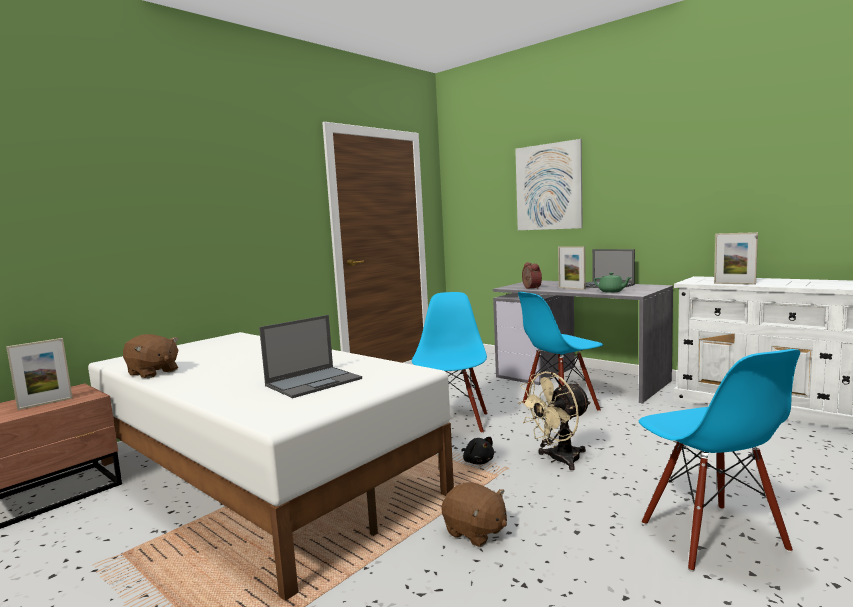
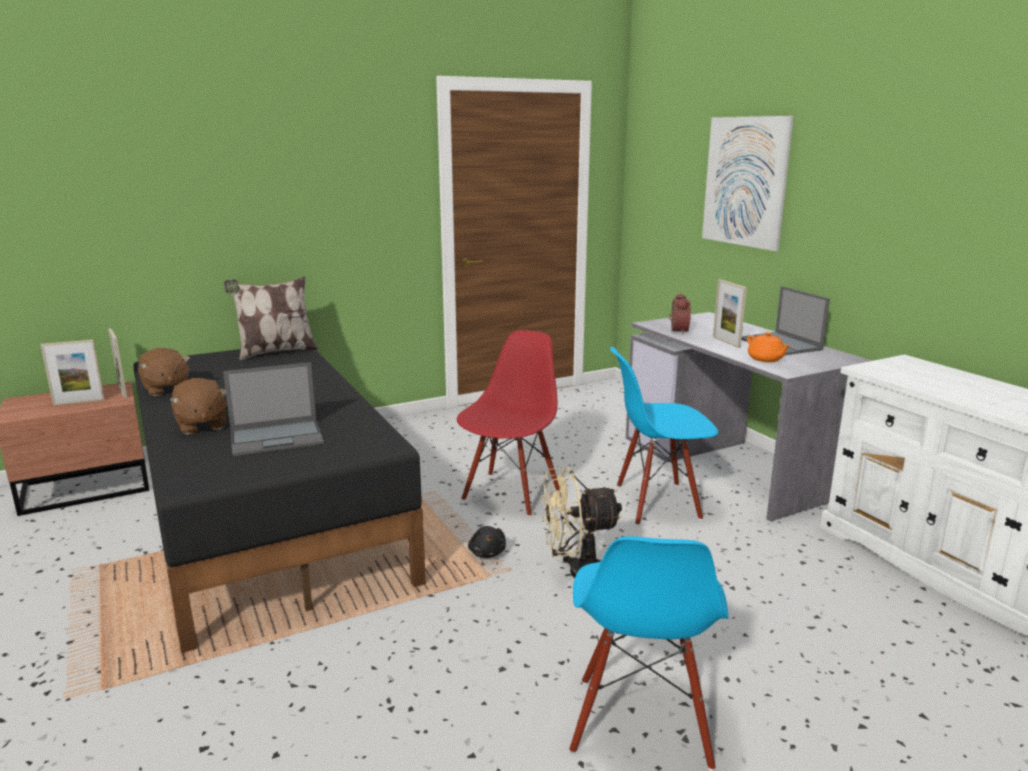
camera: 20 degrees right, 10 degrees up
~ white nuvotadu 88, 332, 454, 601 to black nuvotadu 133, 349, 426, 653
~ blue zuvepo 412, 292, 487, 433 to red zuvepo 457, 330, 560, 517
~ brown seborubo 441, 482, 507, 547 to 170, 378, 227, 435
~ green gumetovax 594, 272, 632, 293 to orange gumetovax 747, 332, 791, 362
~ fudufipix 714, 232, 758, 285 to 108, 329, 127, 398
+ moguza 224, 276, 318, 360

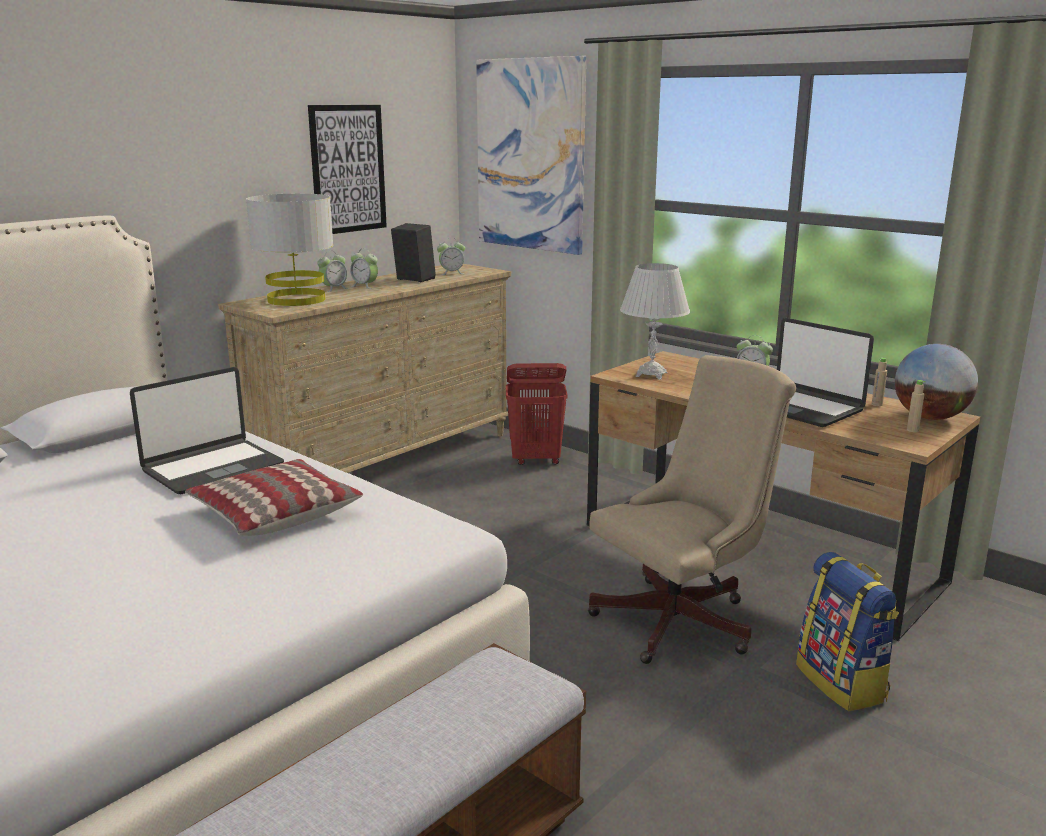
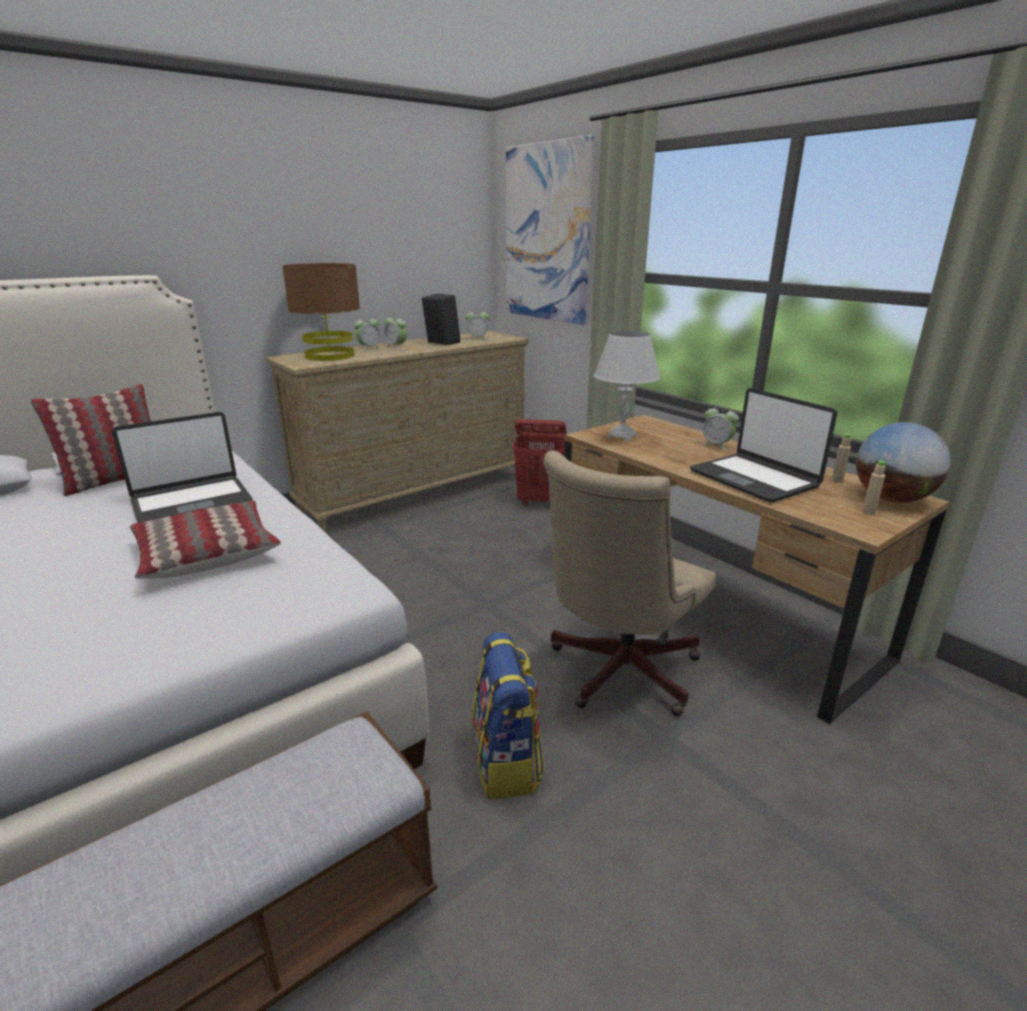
camera: 10 degrees right, 5 degrees up
~ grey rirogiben 246, 194, 333, 306 to brown rirogiben 282, 263, 360, 361
- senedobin 308, 105, 387, 234
~ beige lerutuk 588, 355, 796, 664 = 543, 450, 716, 716 150 degrees clockwise
~ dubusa 796, 552, 899, 711 to 472, 632, 544, 799
+ moguza 31, 384, 151, 496

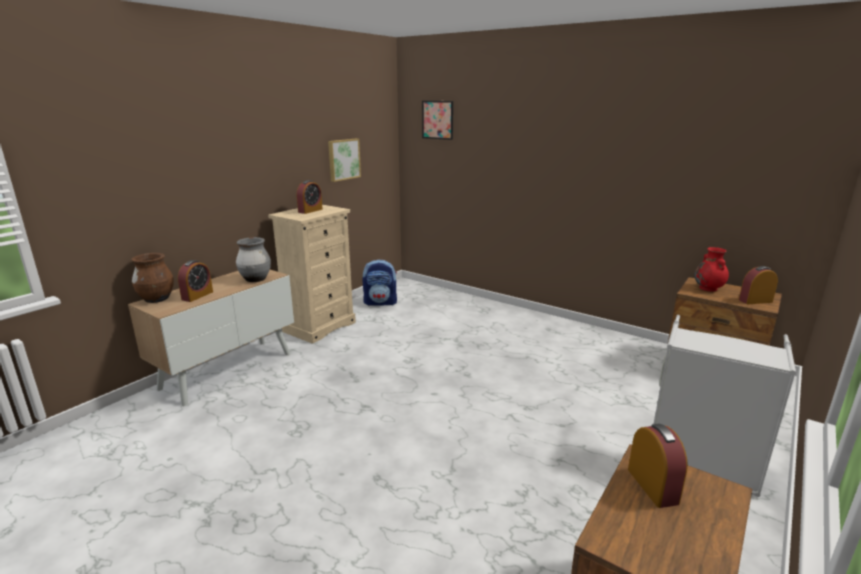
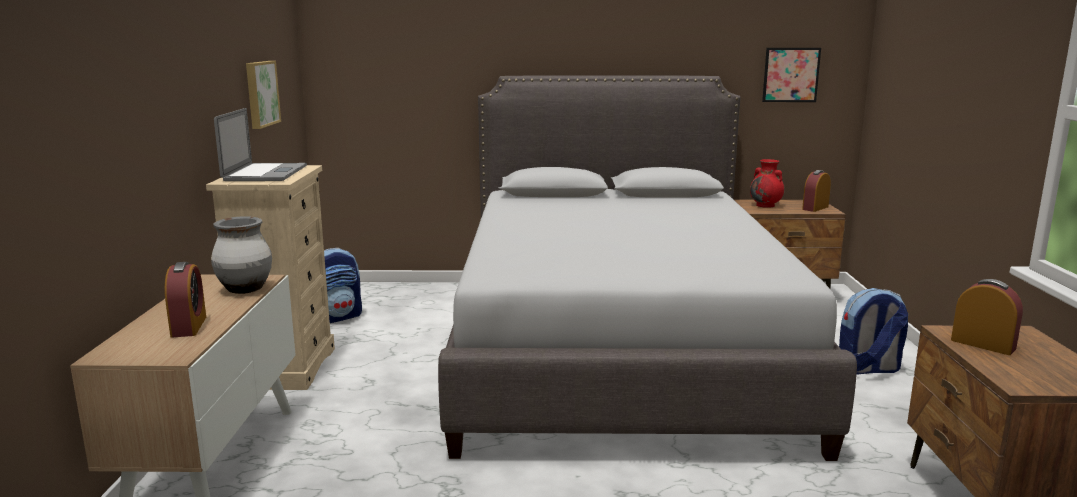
camera: 35 degrees left, 5 degrees down
- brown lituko 132, 253, 174, 303
~ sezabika 297, 180, 323, 214 to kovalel 214, 108, 307, 181
~ senedobin 422, 101, 453, 140 to 762, 48, 821, 102
~ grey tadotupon 654, 315, 796, 497 to dubusa 839, 288, 908, 375
+ grey nuvotadu 438, 75, 857, 461

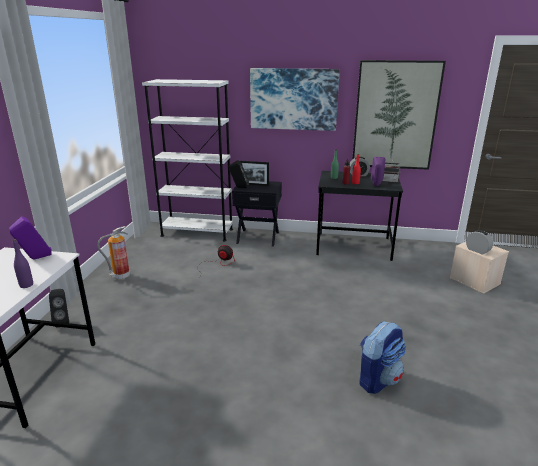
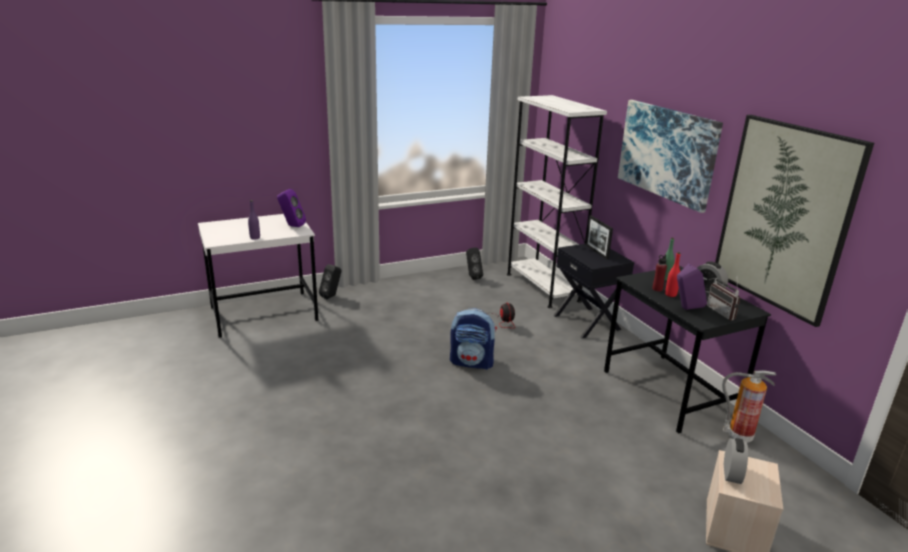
camera: 55 degrees right, 0 degrees up
~ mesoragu 97, 226, 130, 280 to 722, 370, 776, 443
~ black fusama 229, 160, 249, 188 to 466, 248, 483, 280
~ dubusa 359, 322, 406, 394 to 450, 308, 497, 370

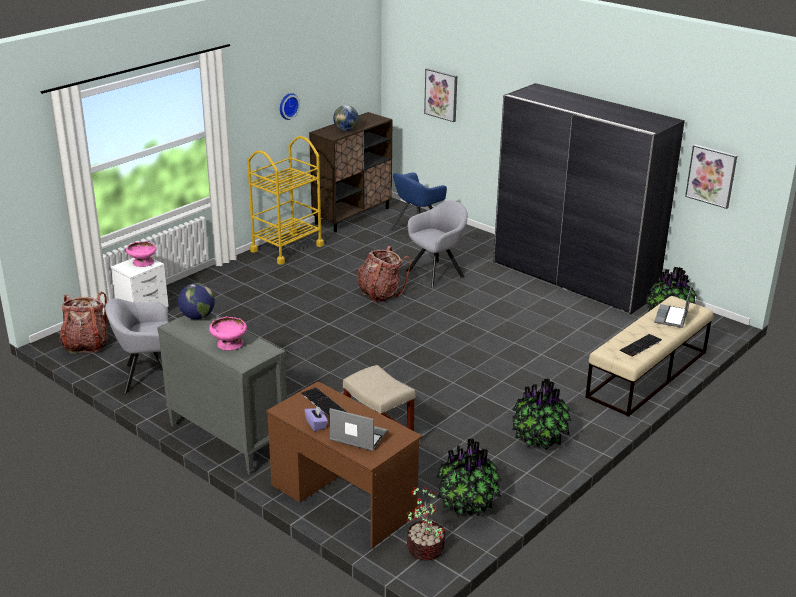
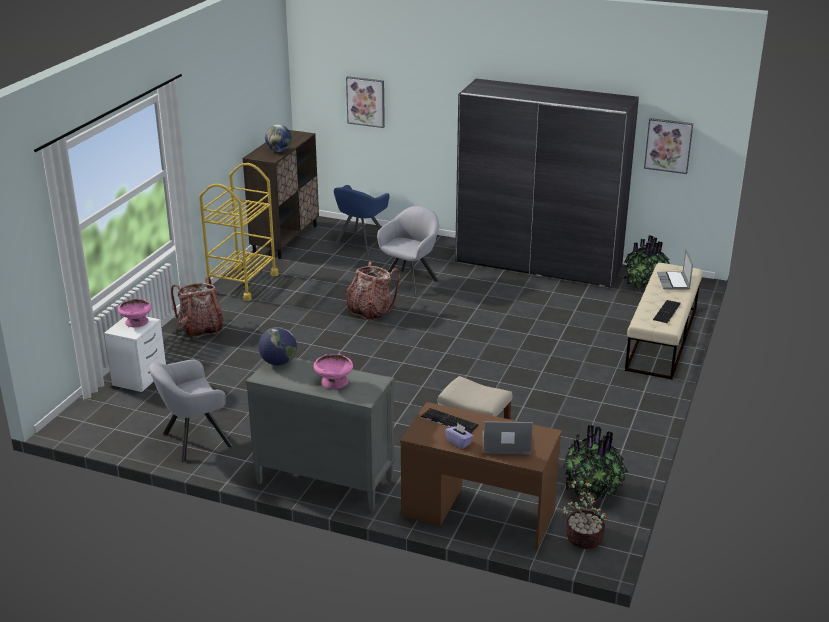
camera: 20 degrees left, 0 degrees up
~ dubusa 60, 292, 108, 354 to 171, 276, 224, 339
- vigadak 280, 93, 300, 120
- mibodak 512, 379, 571, 450

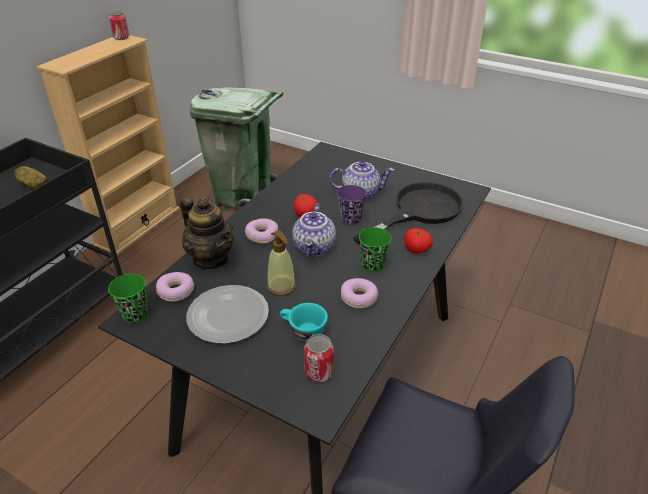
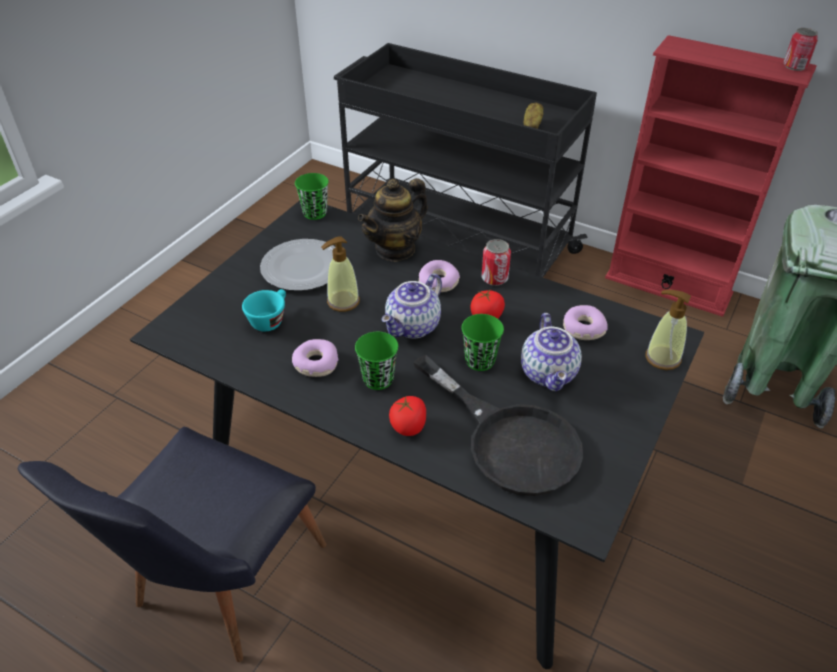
camera: 90 degrees right, 5 degrees up
~ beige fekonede 37, 35, 180, 255 to red fekonede 605, 35, 817, 317
~ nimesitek 156, 272, 194, 302 to 563, 305, 608, 340
~ gumetovax 292, 204, 336, 258 = 381, 273, 442, 339 60 degrees counterclockwise
~ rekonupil 304, 334, 334, 382 to 481, 239, 511, 286
~ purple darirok 337, 185, 366, 225 to green darirok 461, 314, 504, 371
+ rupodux 645, 290, 691, 370

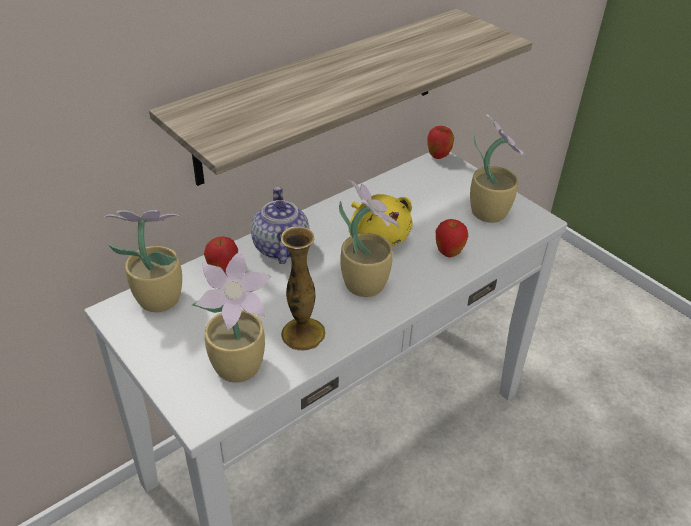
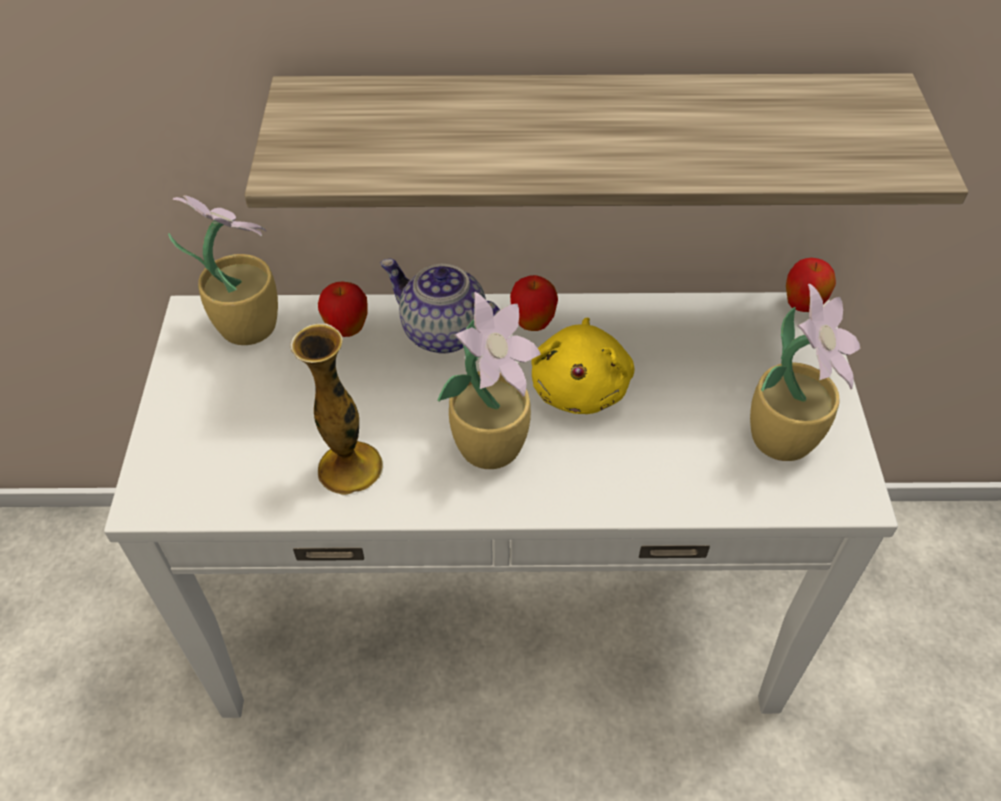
camera: 40 degrees right, 10 degrees up
- mibodak 192, 250, 272, 383
~ gumetovax 251, 187, 309, 264 = 380, 259, 500, 354 90 degrees counterclockwise
~ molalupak 436, 219, 468, 257 to 510, 275, 558, 331

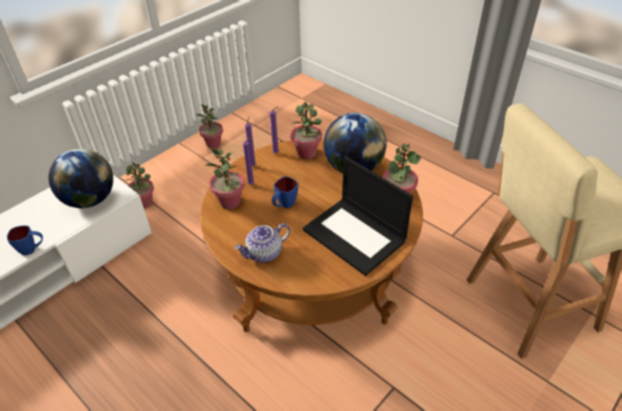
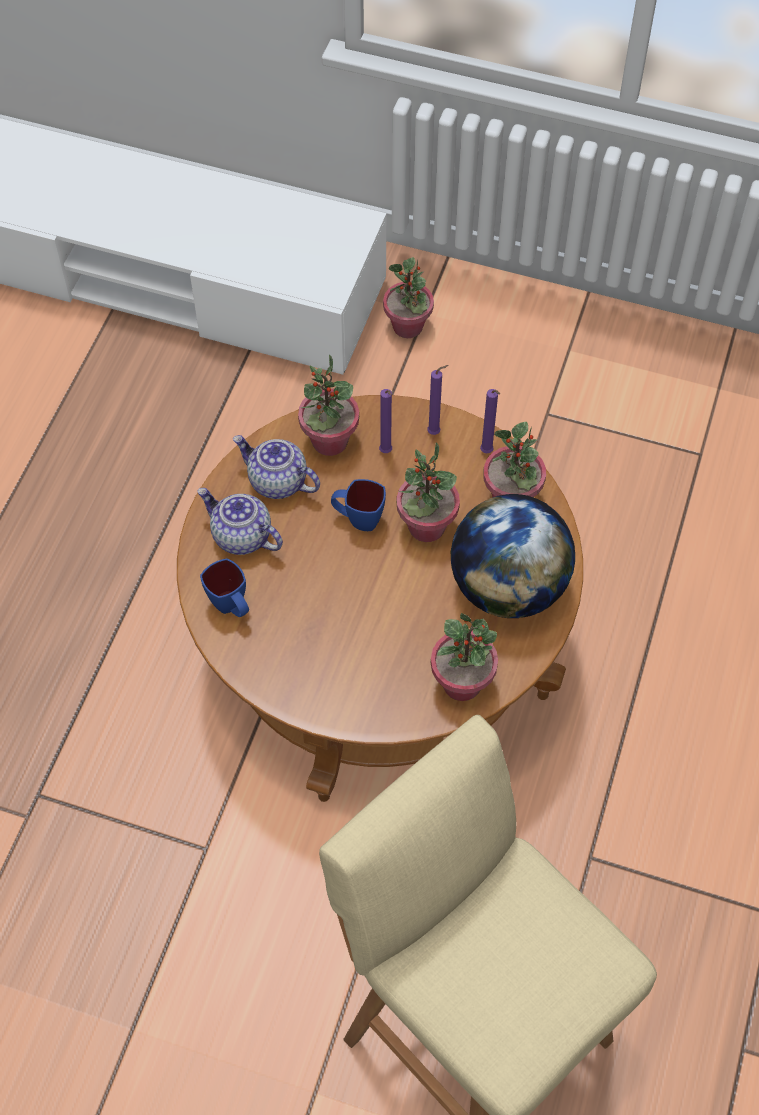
camera: 65 degrees right, 15 degrees up
~ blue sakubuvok 7, 225, 43, 255 to 200, 559, 249, 617
- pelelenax 49, 149, 113, 208
~ mibodak 196, 104, 223, 148 to 397, 443, 460, 542
- kovalel 303, 156, 413, 276
+ gumetovax 233, 435, 320, 499

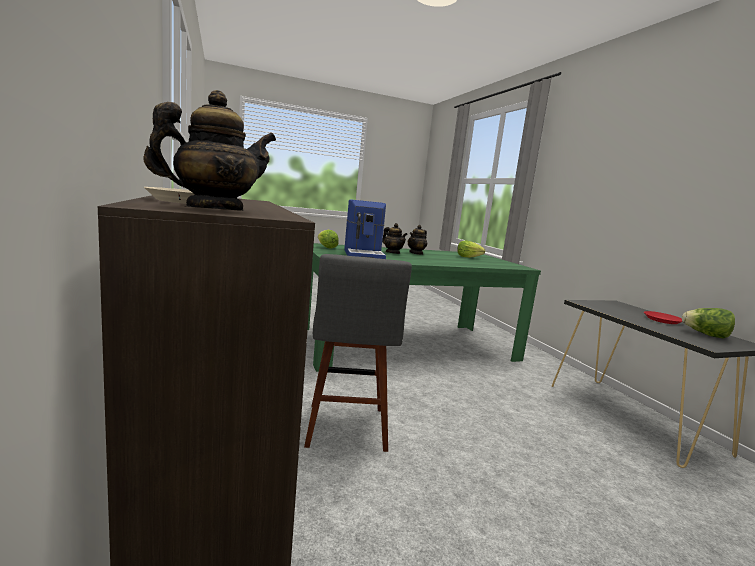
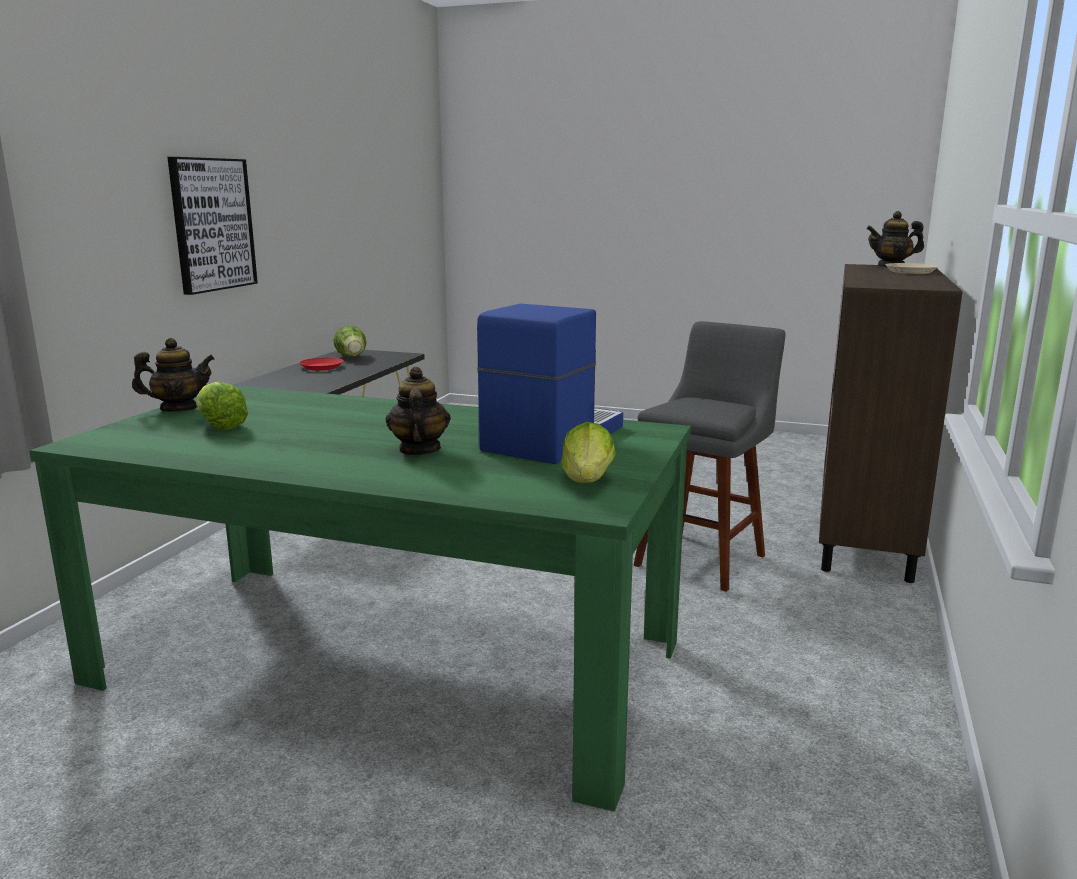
camera: 140 degrees left, 5 degrees up
~ gumetovax 408, 225, 427, 255 to 132, 338, 215, 412
+ senedobin 167, 157, 258, 295

